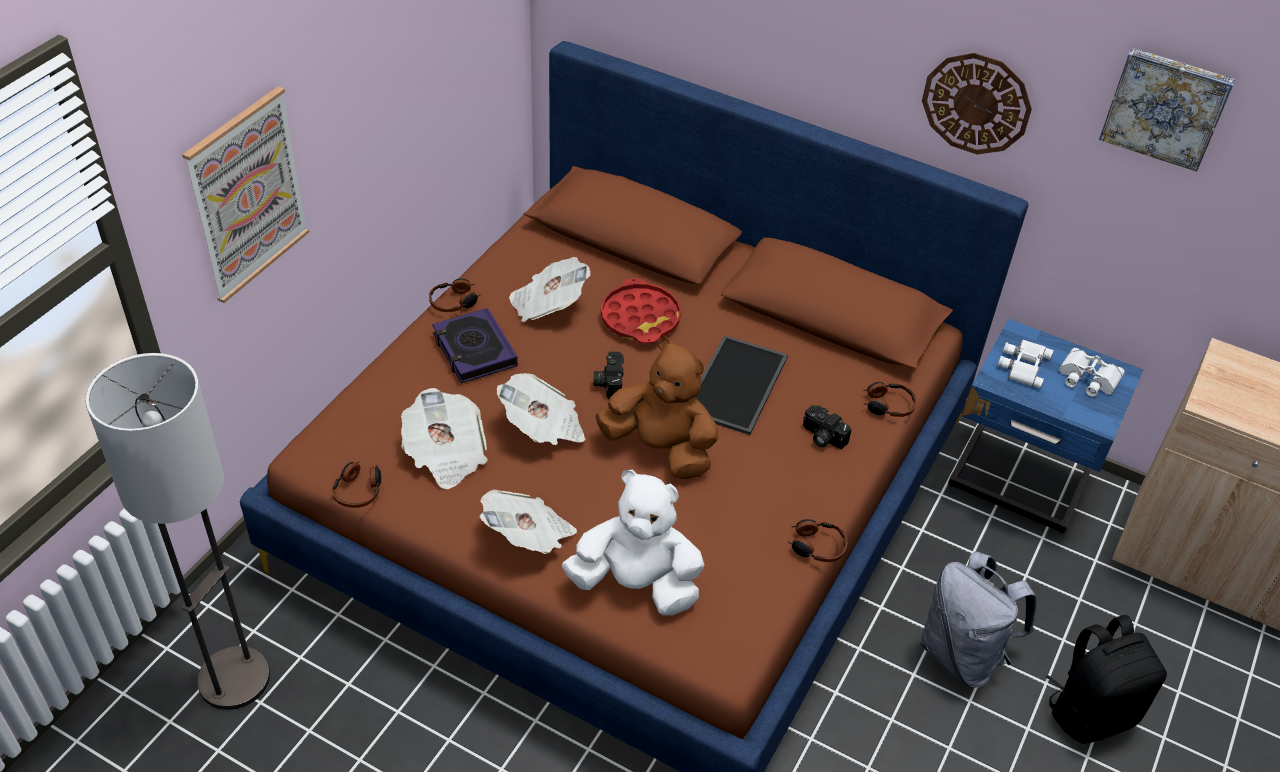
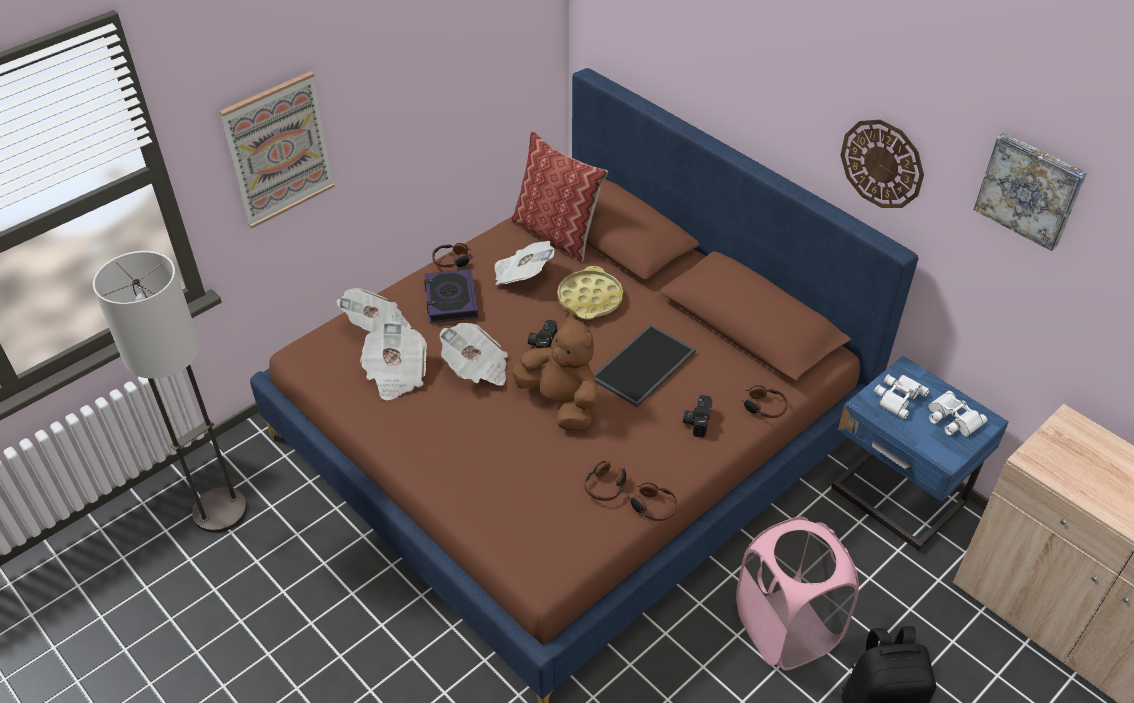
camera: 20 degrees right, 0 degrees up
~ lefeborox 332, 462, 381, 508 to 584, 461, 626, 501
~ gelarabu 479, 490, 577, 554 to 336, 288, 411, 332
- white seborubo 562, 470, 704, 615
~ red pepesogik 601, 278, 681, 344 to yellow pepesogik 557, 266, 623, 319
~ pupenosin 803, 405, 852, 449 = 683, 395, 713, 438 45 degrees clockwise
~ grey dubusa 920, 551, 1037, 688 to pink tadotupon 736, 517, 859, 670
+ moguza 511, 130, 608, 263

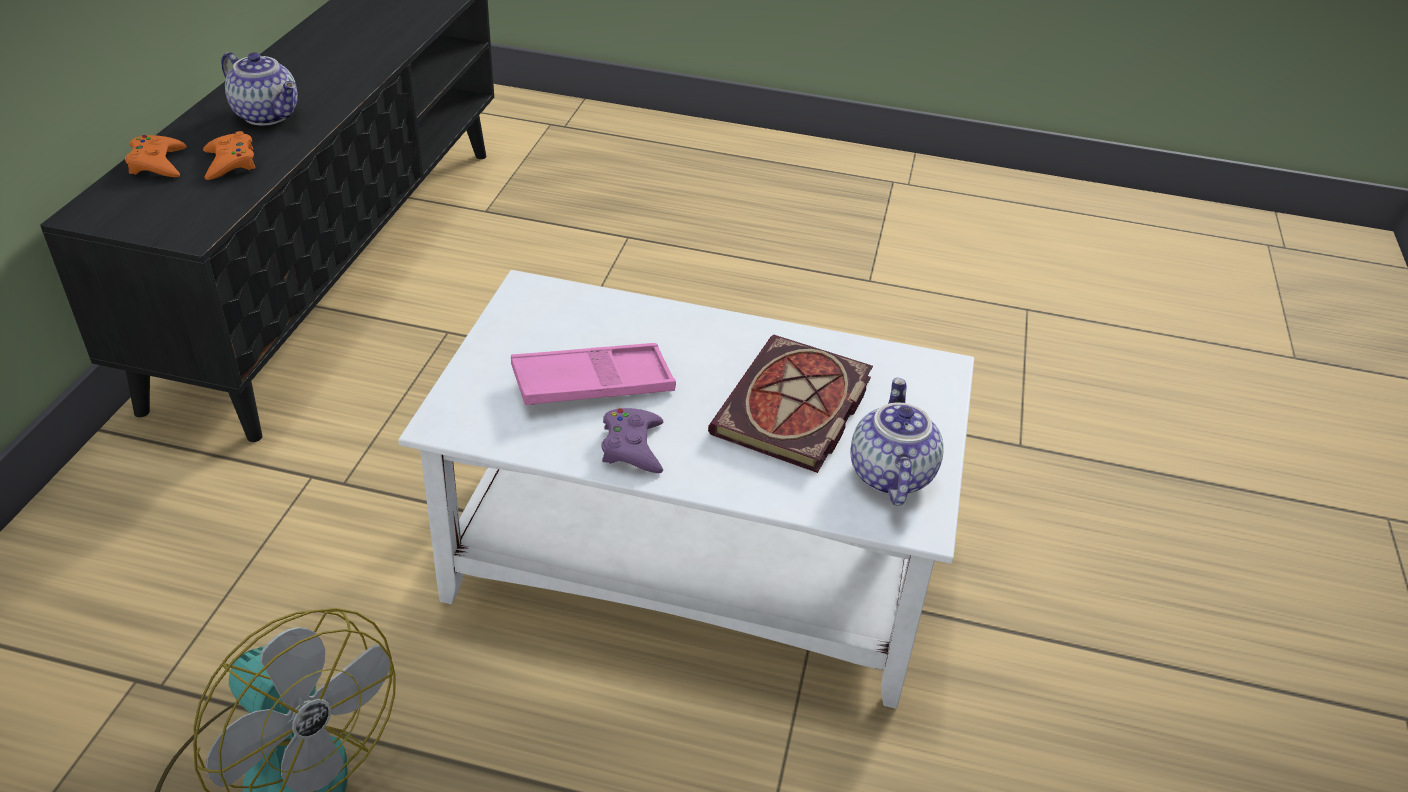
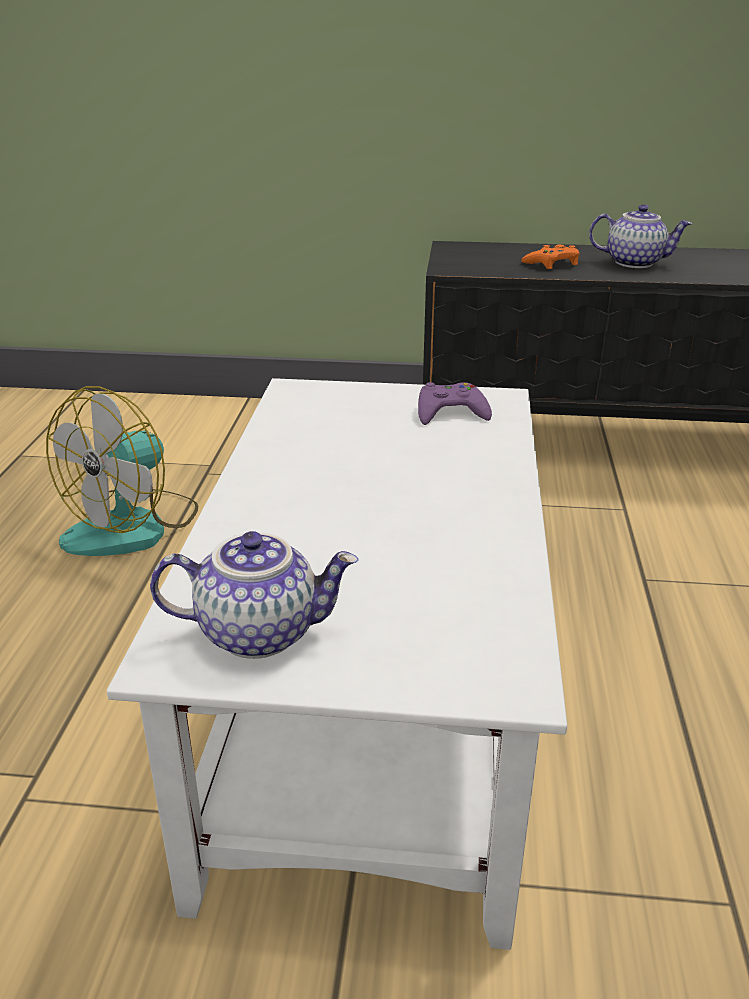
camera: 85 degrees right, 10 degrees down
- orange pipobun 125, 135, 187, 177
~ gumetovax 221, 52, 298, 126 = 589, 204, 692, 268 105 degrees counterclockwise
- pink pepesogik 511, 343, 676, 405
~ purple pipobun 601, 408, 663, 473 to 418, 382, 492, 425
- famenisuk 708, 334, 873, 473

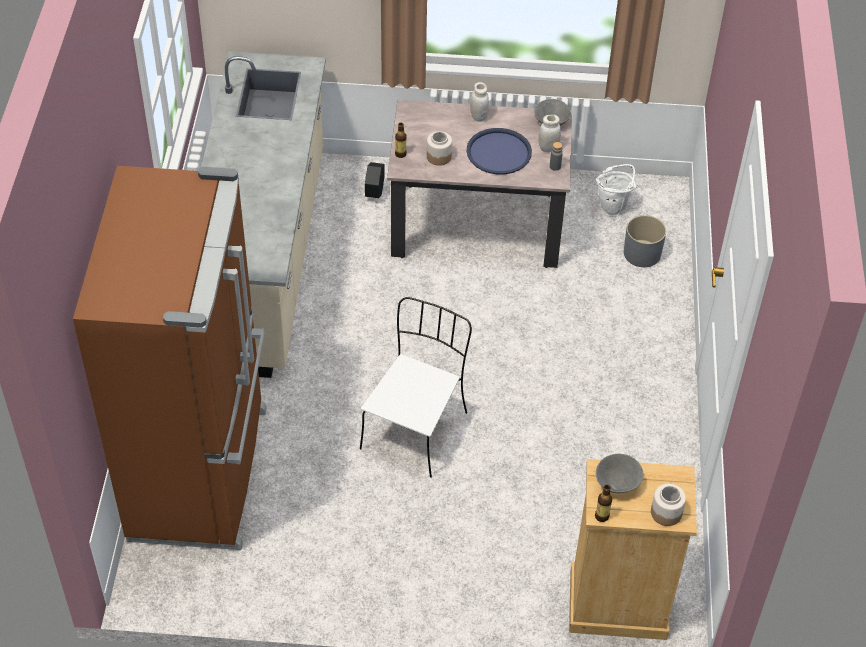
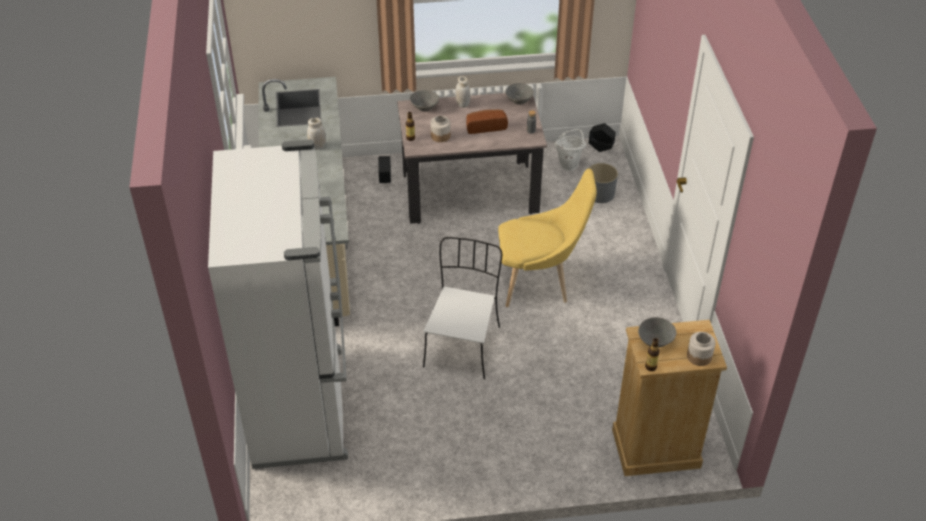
camera: 10 degrees left, 5 degrees down
~ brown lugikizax 73, 166, 267, 550 to white lugikizax 208, 139, 348, 469
~ blue pepesogik 466, 128, 532, 174 to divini 466, 110, 508, 134
~ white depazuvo 538, 115, 561, 152 to 307, 118, 326, 150
+ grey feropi 410, 90, 439, 112
+ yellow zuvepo 498, 169, 597, 307
+ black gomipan 589, 123, 616, 152

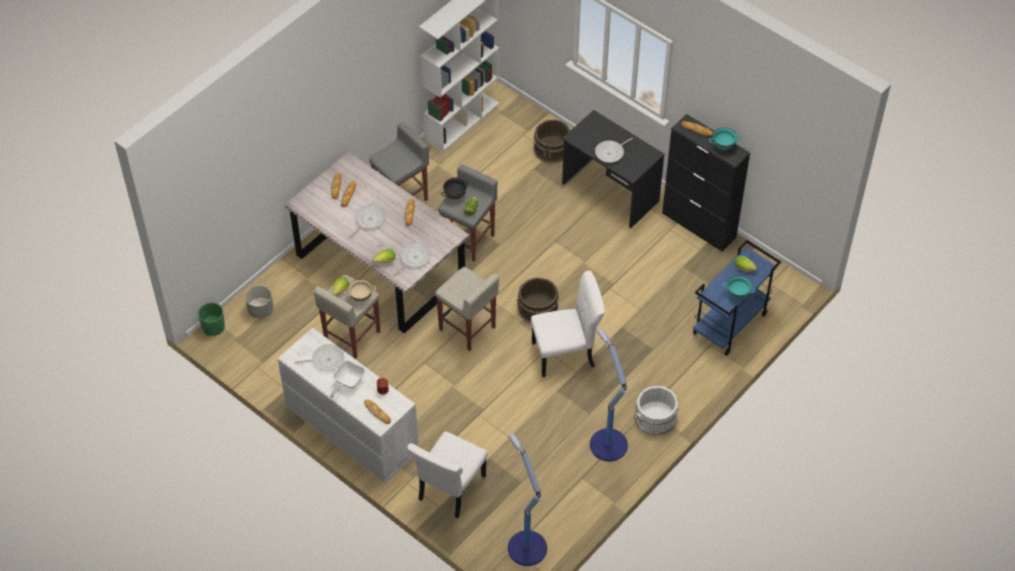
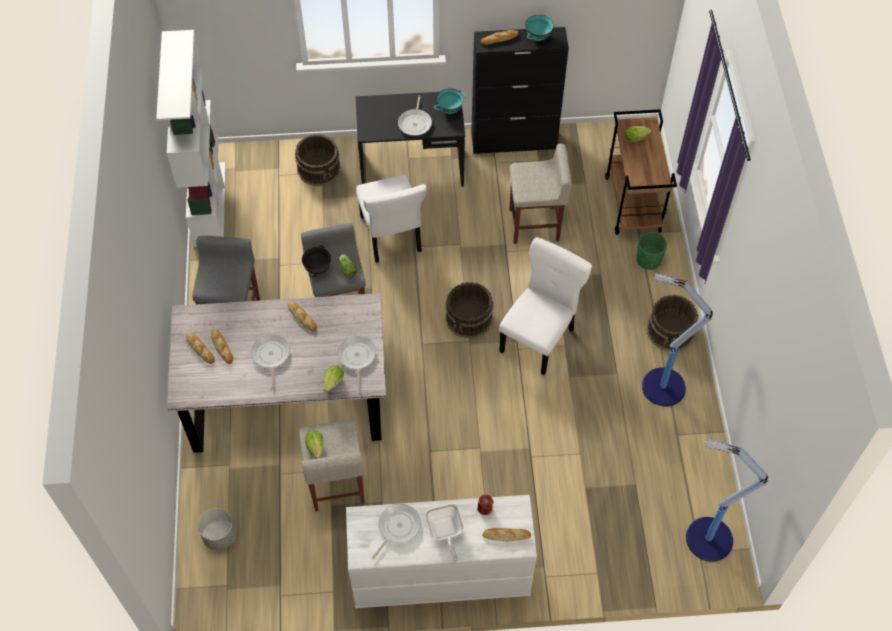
camera: 45 degrees left, 5 degrees up
~ green gomipan 198, 302, 225, 336 to 636, 232, 667, 270
- beige feropi 344, 279, 377, 302
~ white zuvepo 407, 431, 488, 518 to 356, 175, 427, 263
~ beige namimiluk 435, 267, 499, 351 to 509, 144, 572, 244
~ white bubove 634, 386, 679, 435 to brown bubove 647, 295, 698, 351
~ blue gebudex 692, 240, 781, 356 to brown gebudex 605, 109, 677, 235
~ turquoise feropi 723, 276, 756, 299 to 434, 89, 466, 114

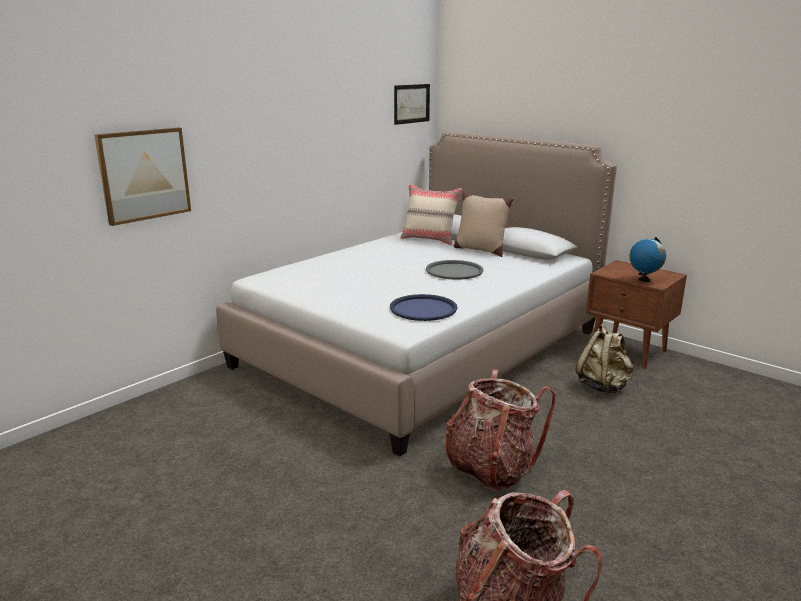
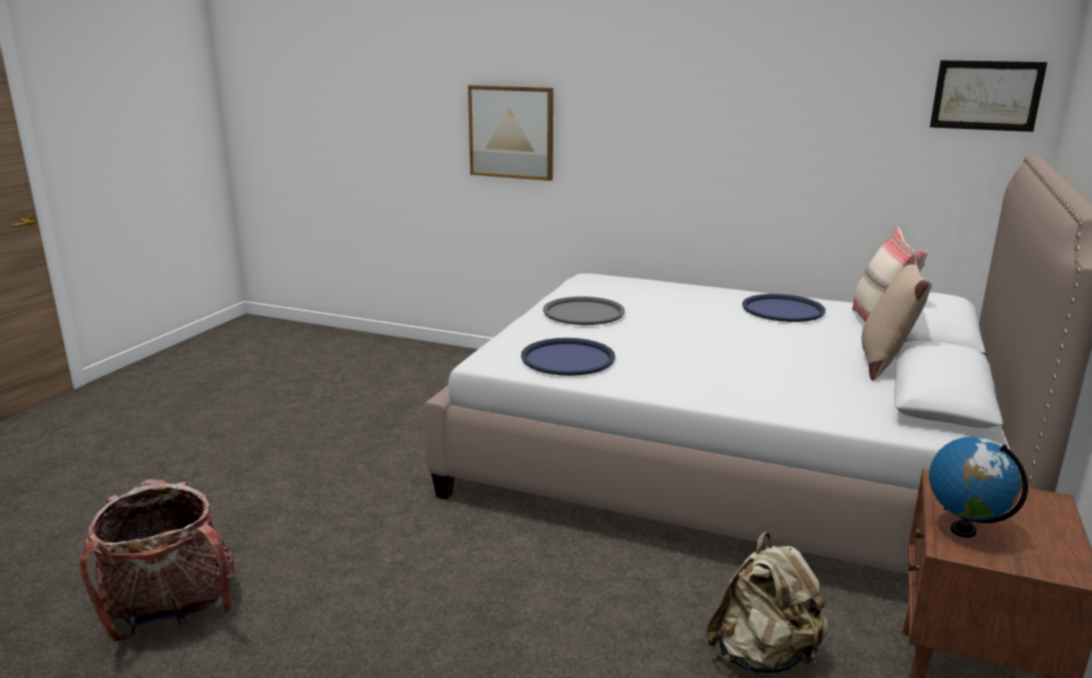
camera: 70 degrees right, 0 degrees up
~ grey pepesogik 426, 260, 484, 280 to 543, 296, 625, 325
- dubusa 446, 369, 555, 492
+ blue pepesogik 742, 294, 825, 322

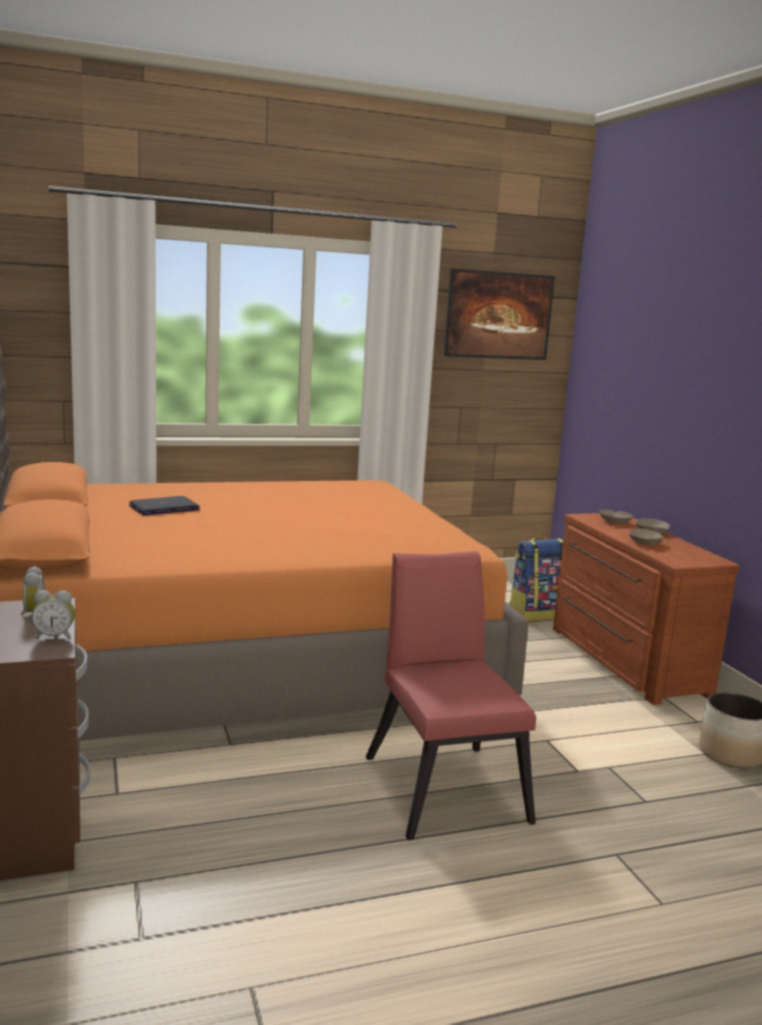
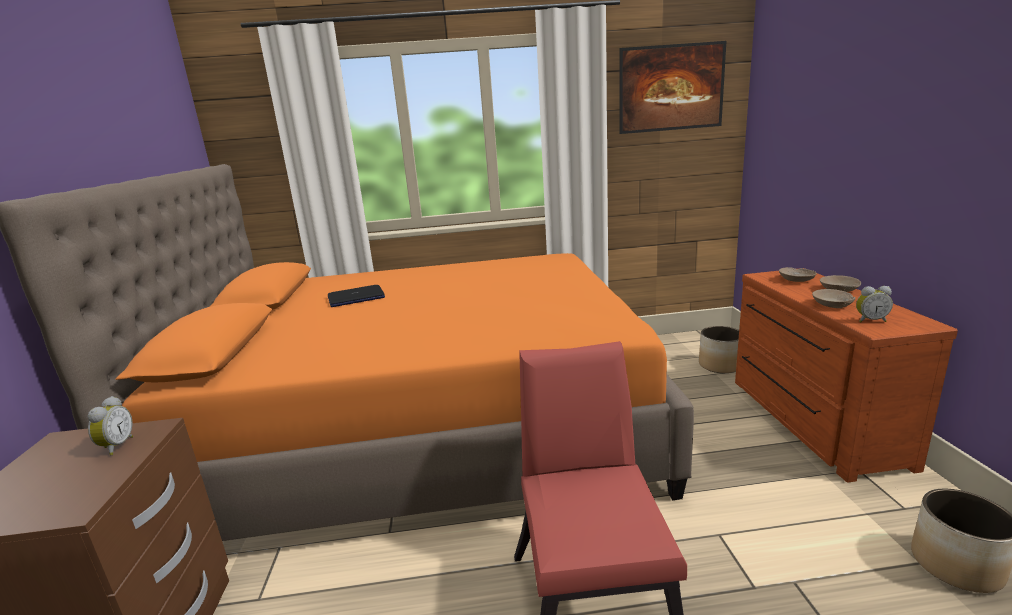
camera: 15 degrees right, 5 degrees up
~ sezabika 31, 590, 75, 639 to 856, 286, 893, 322
~ dubusa 509, 537, 564, 621 to gomipan 699, 326, 739, 373

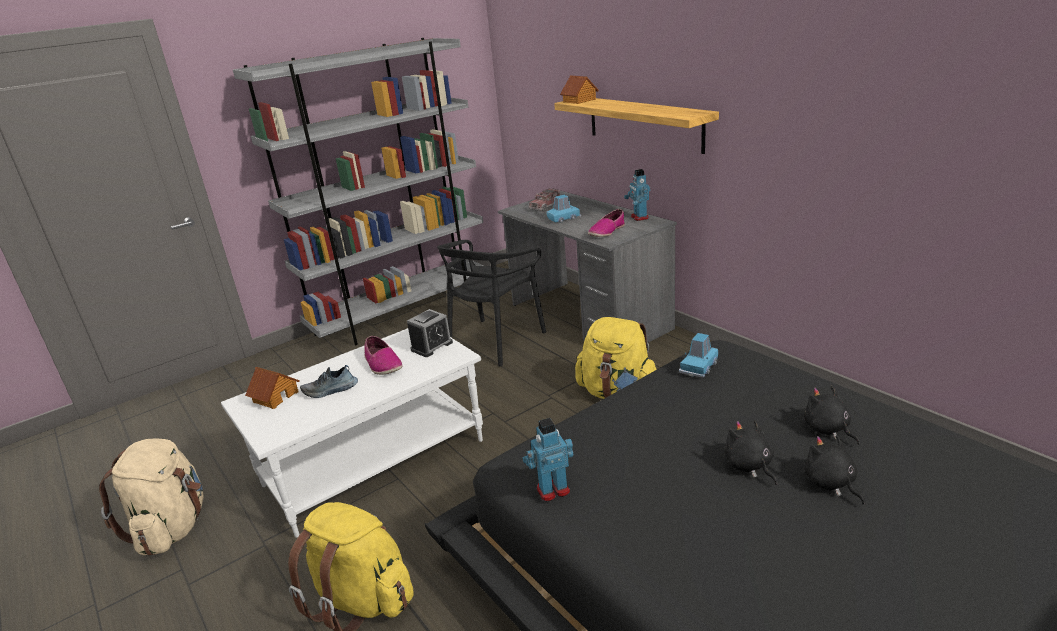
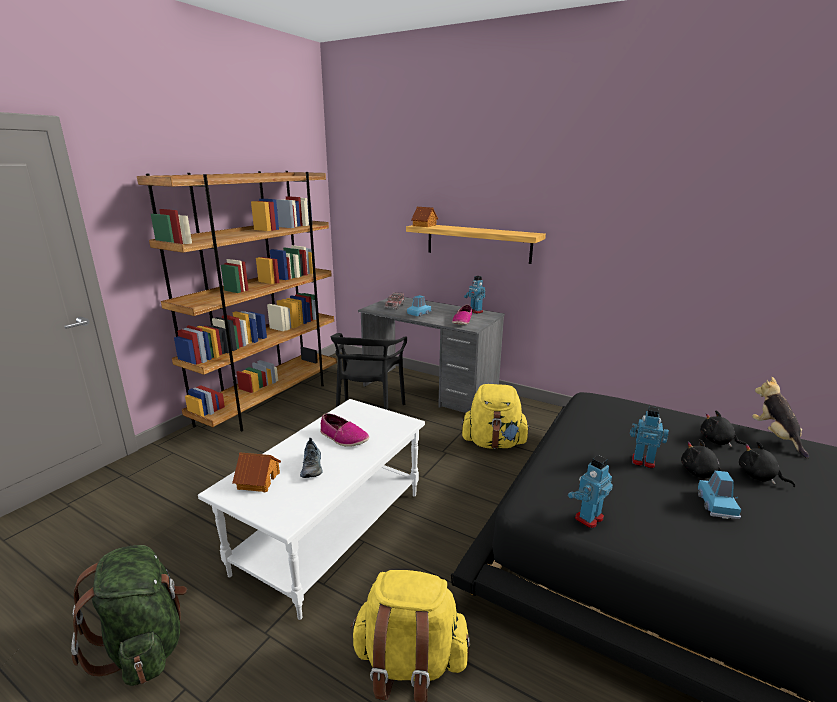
camera: 25 degrees left, 5 degrees down
~ beige dubusa 99, 439, 204, 556 to green dubusa 71, 545, 187, 686
~ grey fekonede 233, 38, 484, 345 to brown fekonede 137, 171, 337, 431
~ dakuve 300, 365, 358, 398 = 300, 438, 323, 478 60 degrees counterclockwise
- sezabika 407, 309, 453, 357
~ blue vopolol 679, 333, 718, 377 to 698, 471, 741, 519
+ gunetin 630, 407, 669, 468
+ seborubo 752, 377, 809, 458

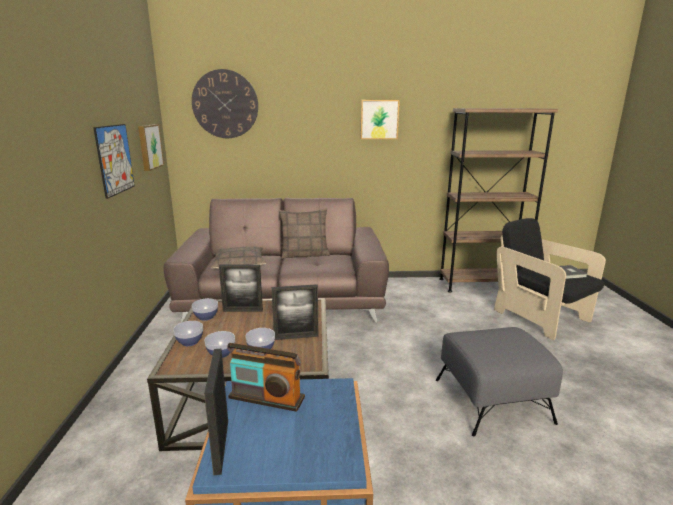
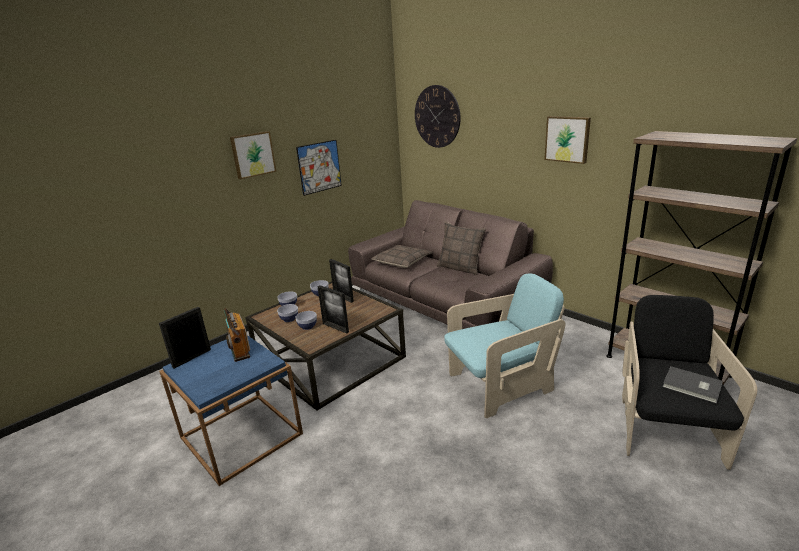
camera: 50 degrees right, 5 degrees up
~ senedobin 138, 124, 164, 171 to 230, 131, 276, 179
- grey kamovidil 436, 327, 563, 436
+ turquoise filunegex 444, 273, 565, 418

